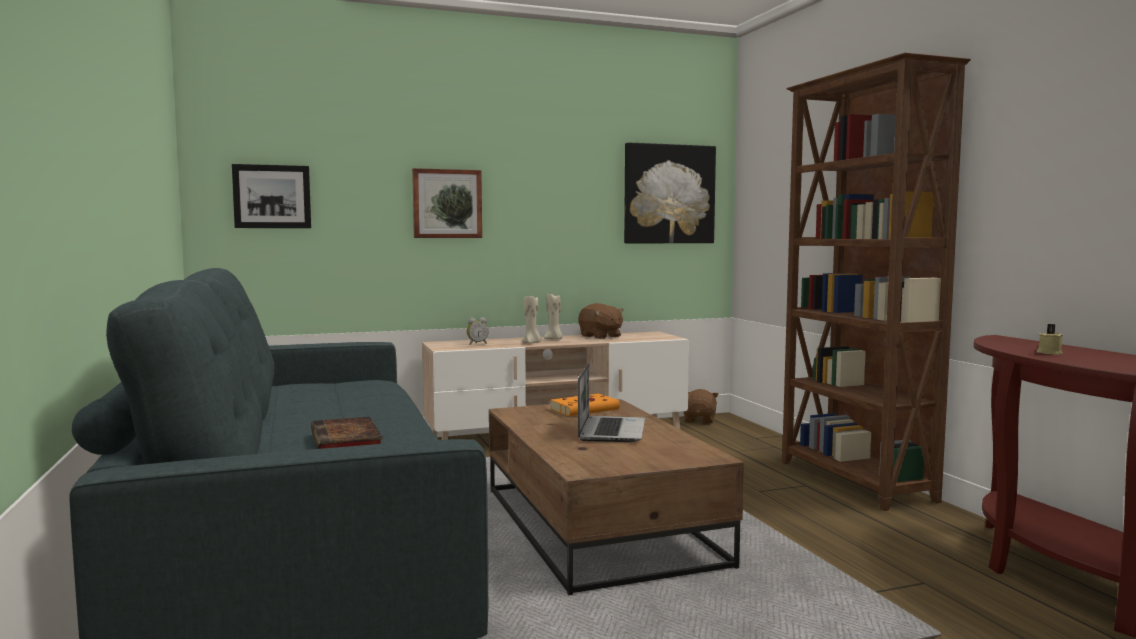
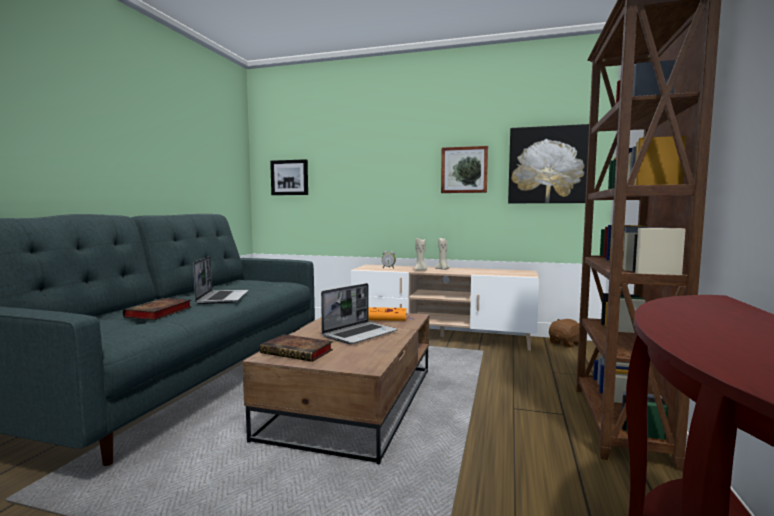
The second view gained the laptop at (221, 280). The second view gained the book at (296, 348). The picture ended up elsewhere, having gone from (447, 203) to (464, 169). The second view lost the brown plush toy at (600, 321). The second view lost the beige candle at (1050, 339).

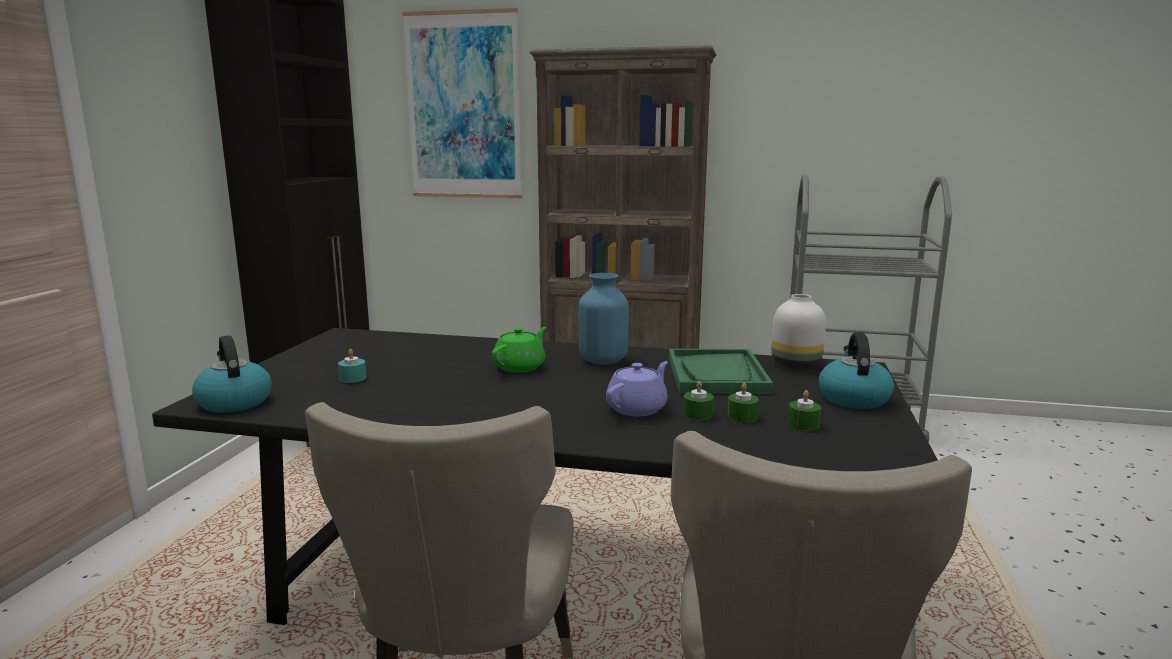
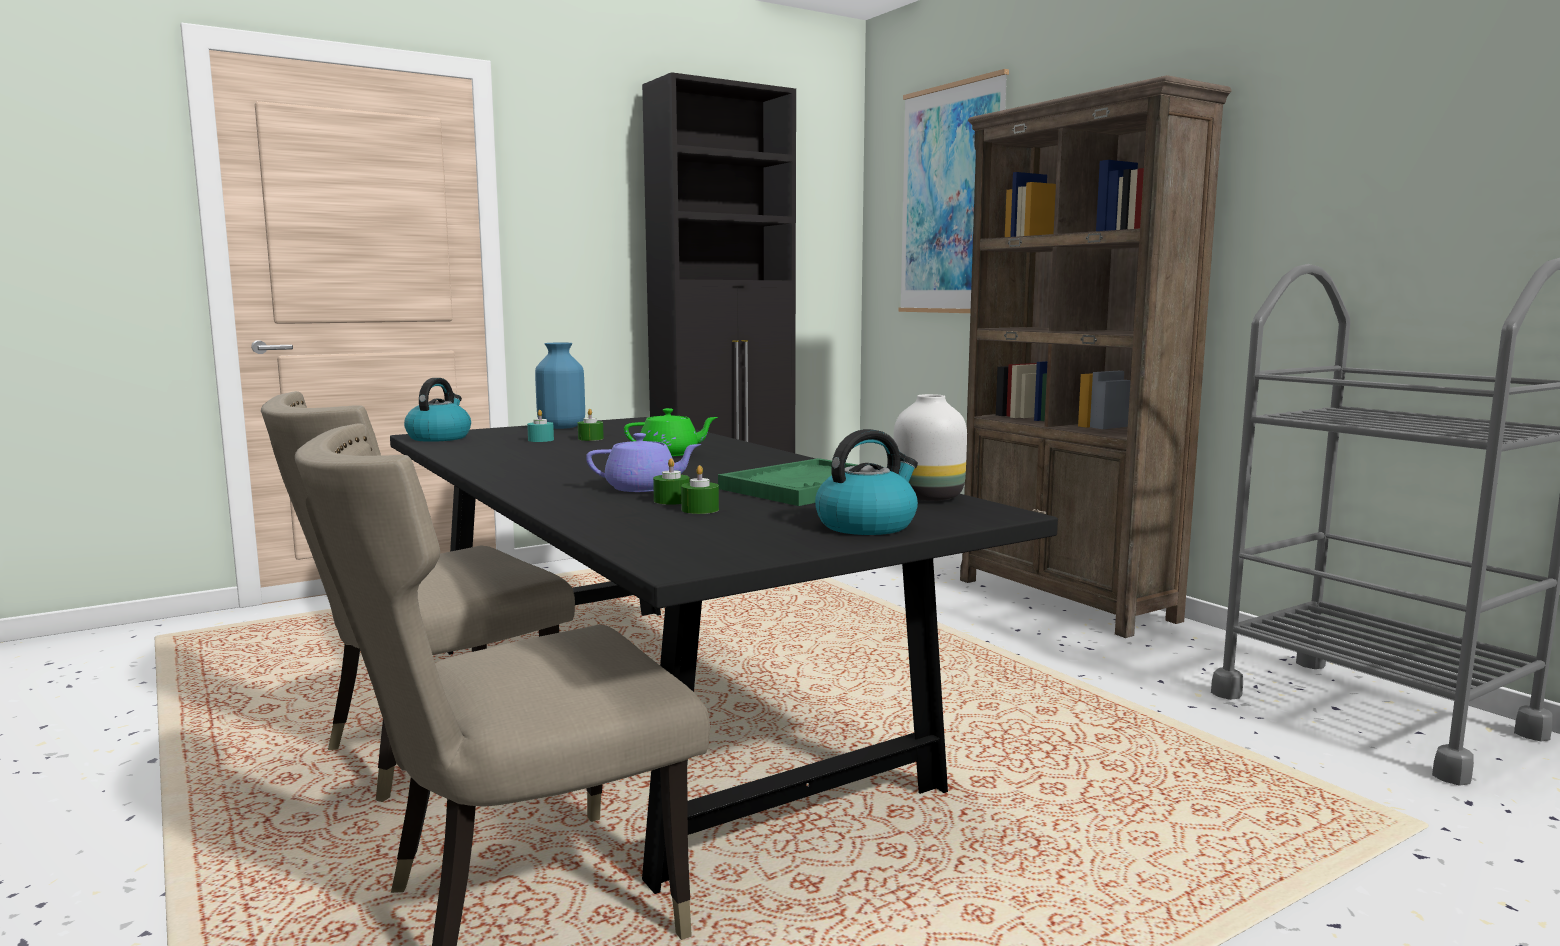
The blue vase ended up elsewhere, having gone from (604, 319) to (560, 385). The green candle ended up elsewhere, having gone from (804, 410) to (591, 425).

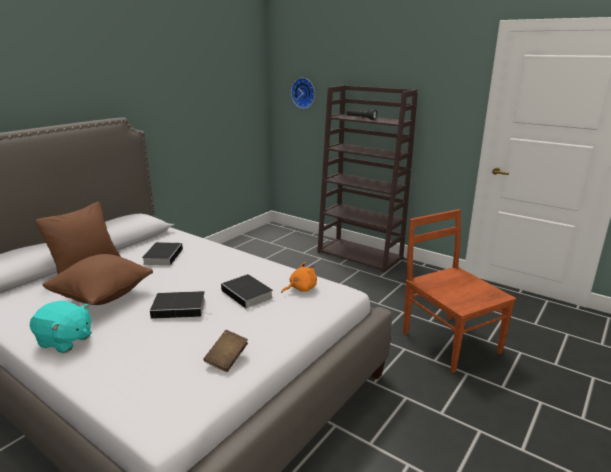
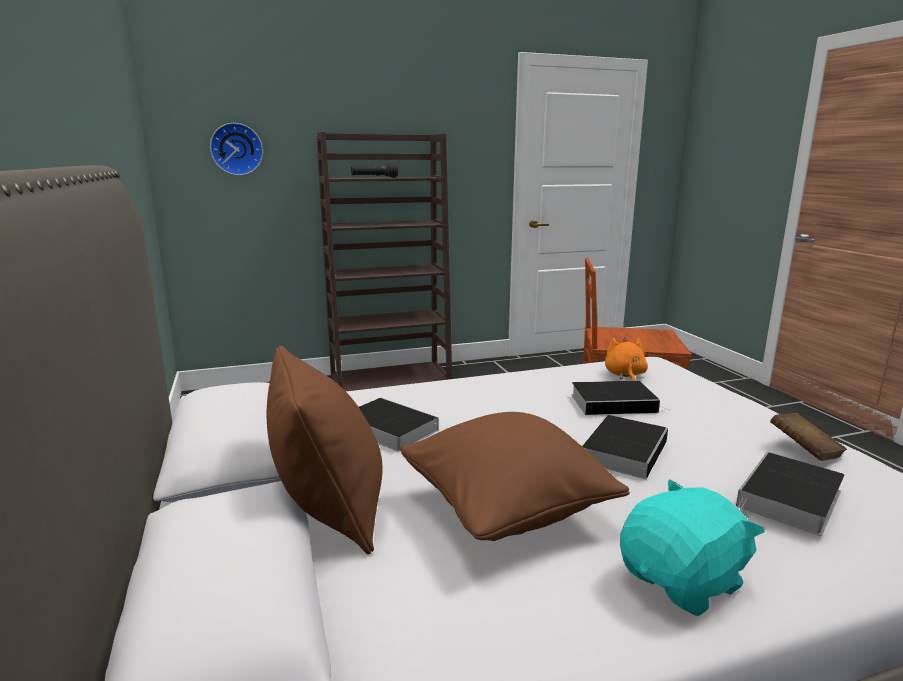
The second view gained the book at (790, 494).

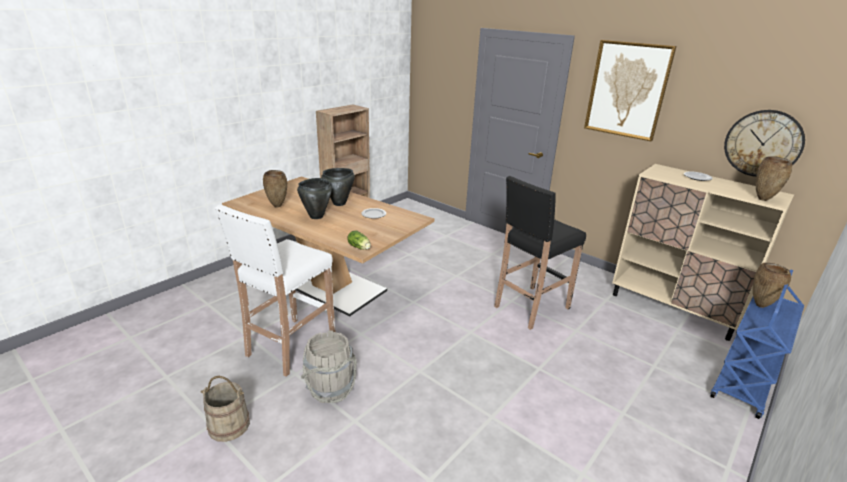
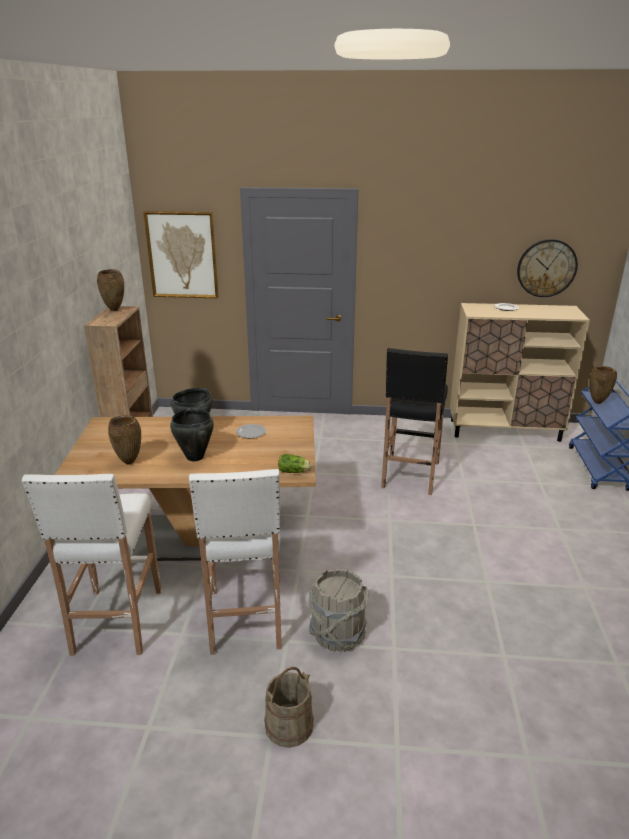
The second view gained the white stool at (92, 565). The brown vase ended up elsewhere, having gone from (774, 178) to (110, 290). The picture ended up elsewhere, having gone from (630, 90) to (181, 254).

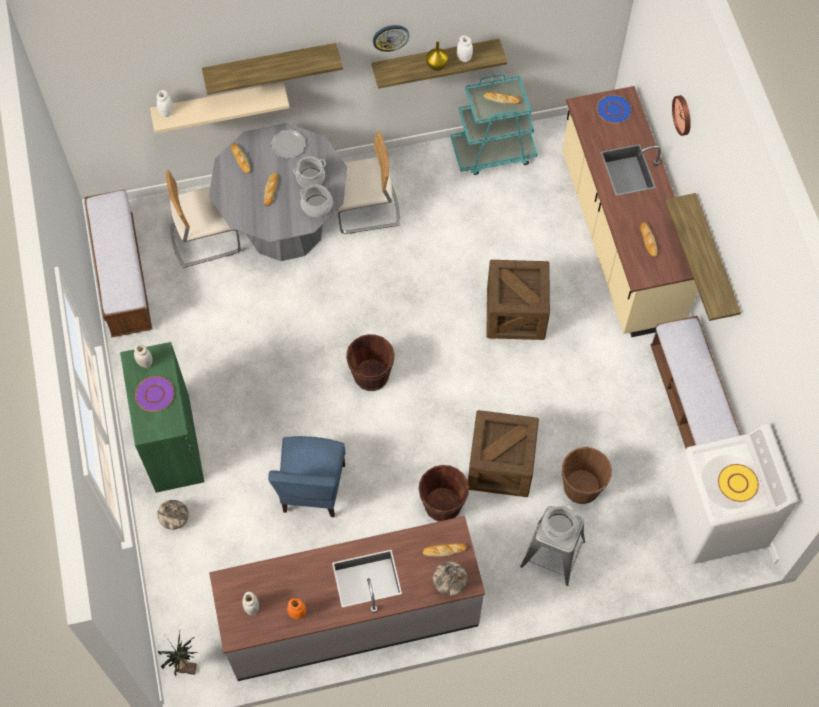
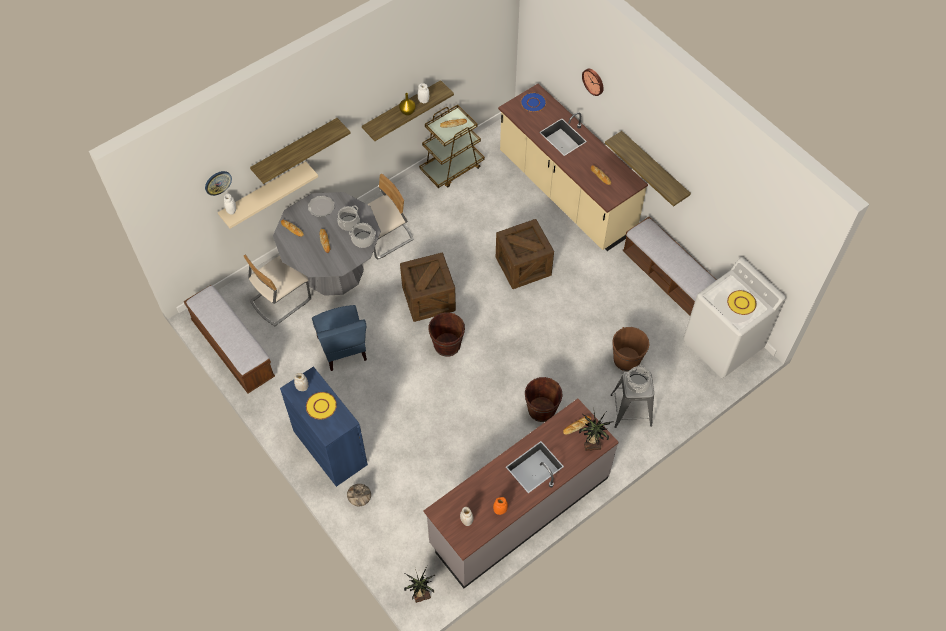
The wall clock ended up elsewhere, having gone from (391, 38) to (218, 183). What was the green cabinet at (162, 417) turned into the blue cabinet at (324, 426). What was the purple plate at (155, 394) turned into the yellow plate at (321, 406). The blue chair ended up elsewhere, having gone from (306, 476) to (339, 338). The crate ended up elsewhere, having gone from (503, 453) to (428, 287). What was the turquoise cart at (494, 124) turned into the brown cart at (452, 146). Where the vase stood at (450, 578), the potted plant came to stand at (596, 429).

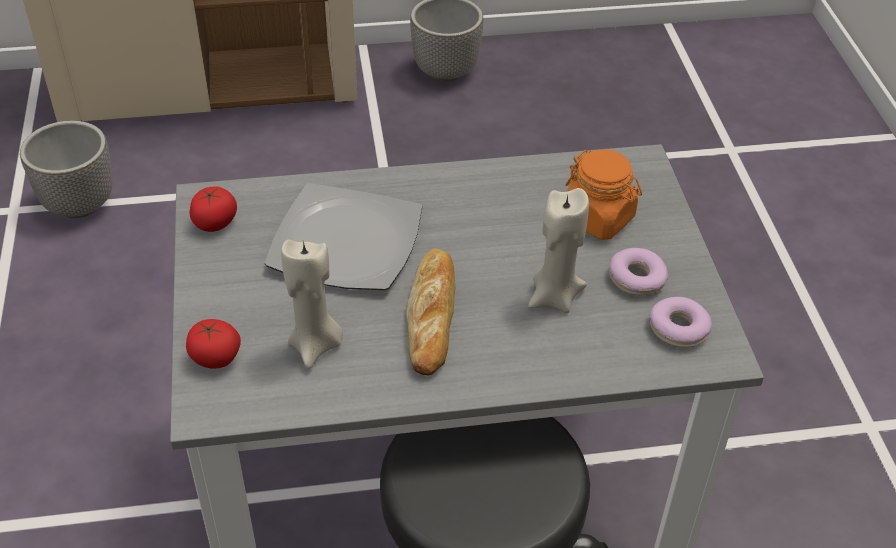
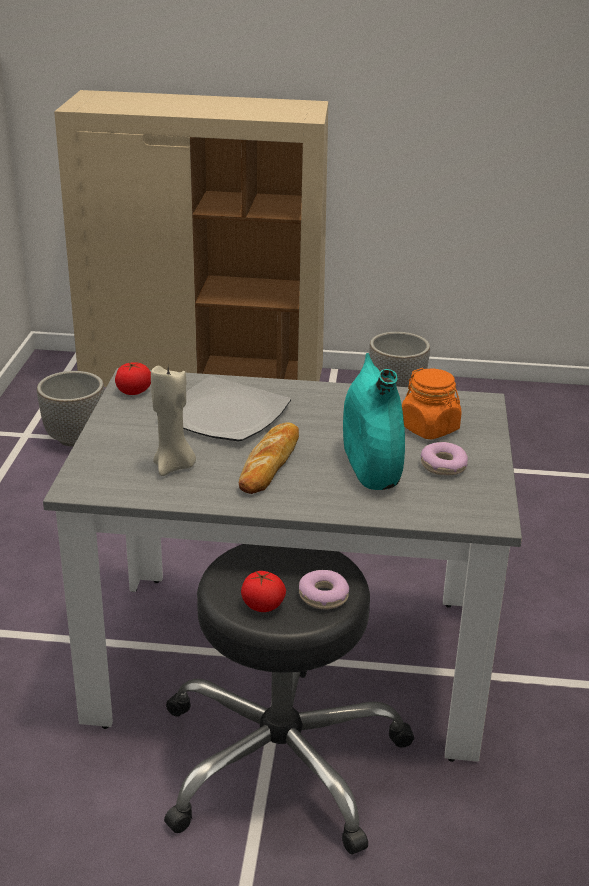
The tomato ended up elsewhere, having gone from (213, 344) to (263, 591). The donut ended up elsewhere, having gone from (680, 322) to (324, 589). Where the beige candle stood at (558, 250), the turquoise vase came to stand at (374, 421).

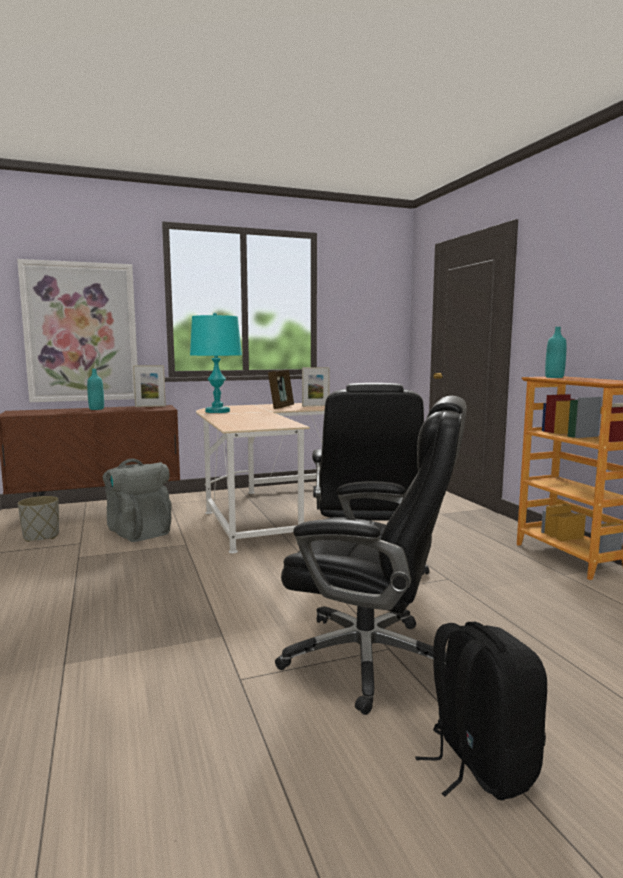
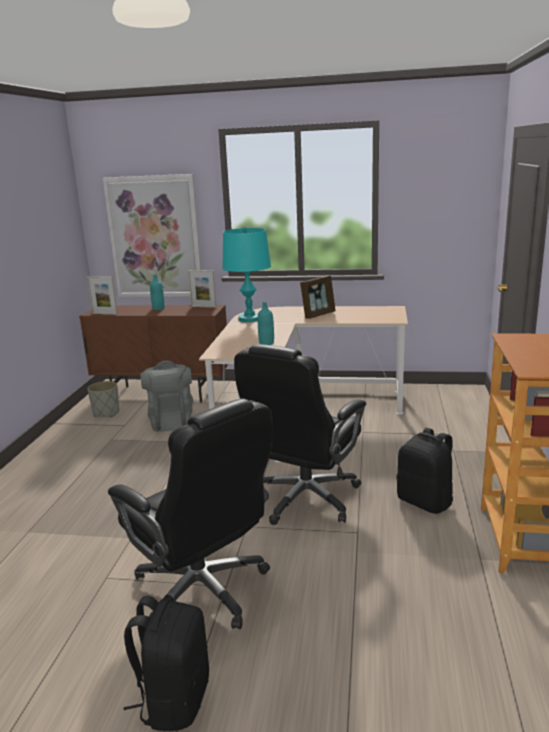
The picture frame ended up elsewhere, having gone from (316, 387) to (102, 295). The turquoise bottle ended up elsewhere, having gone from (556, 352) to (266, 323). The second view gained the black backpack at (425, 471).

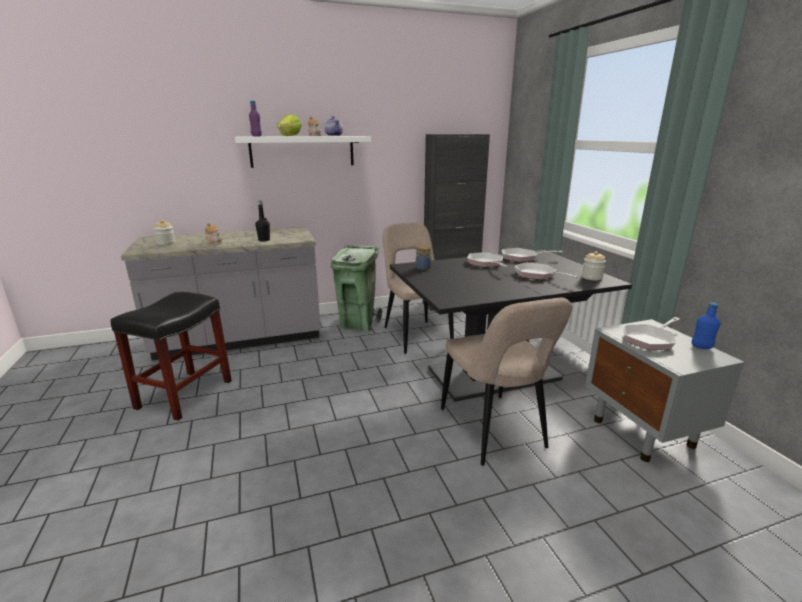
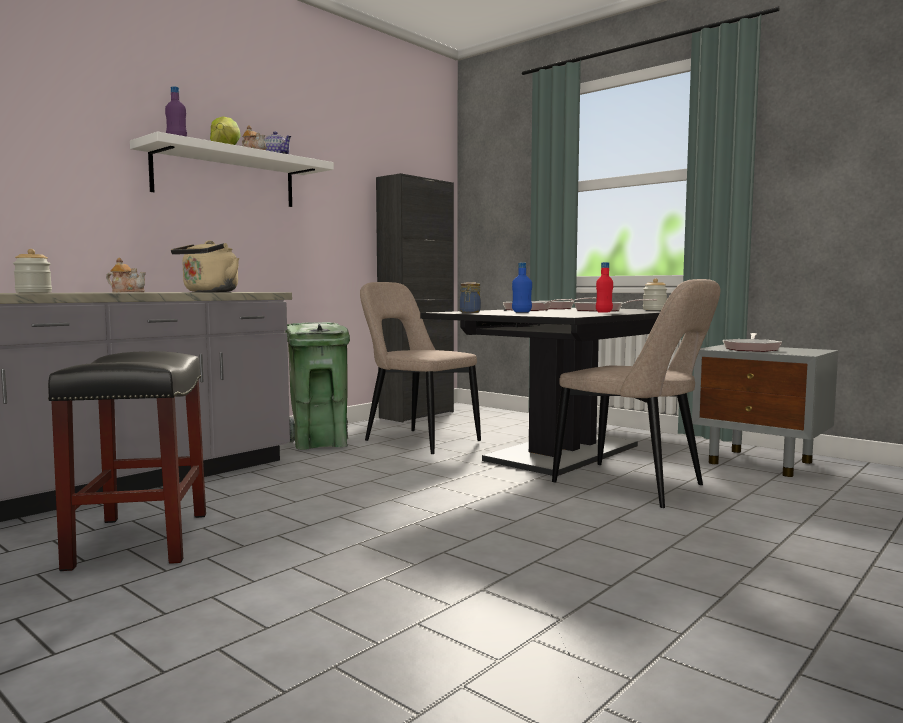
Where the black bottle stood at (262, 221), the beige kettle came to stand at (205, 266). The blue bottle ended up elsewhere, having gone from (706, 325) to (522, 287). The second view gained the red bottle at (604, 287).

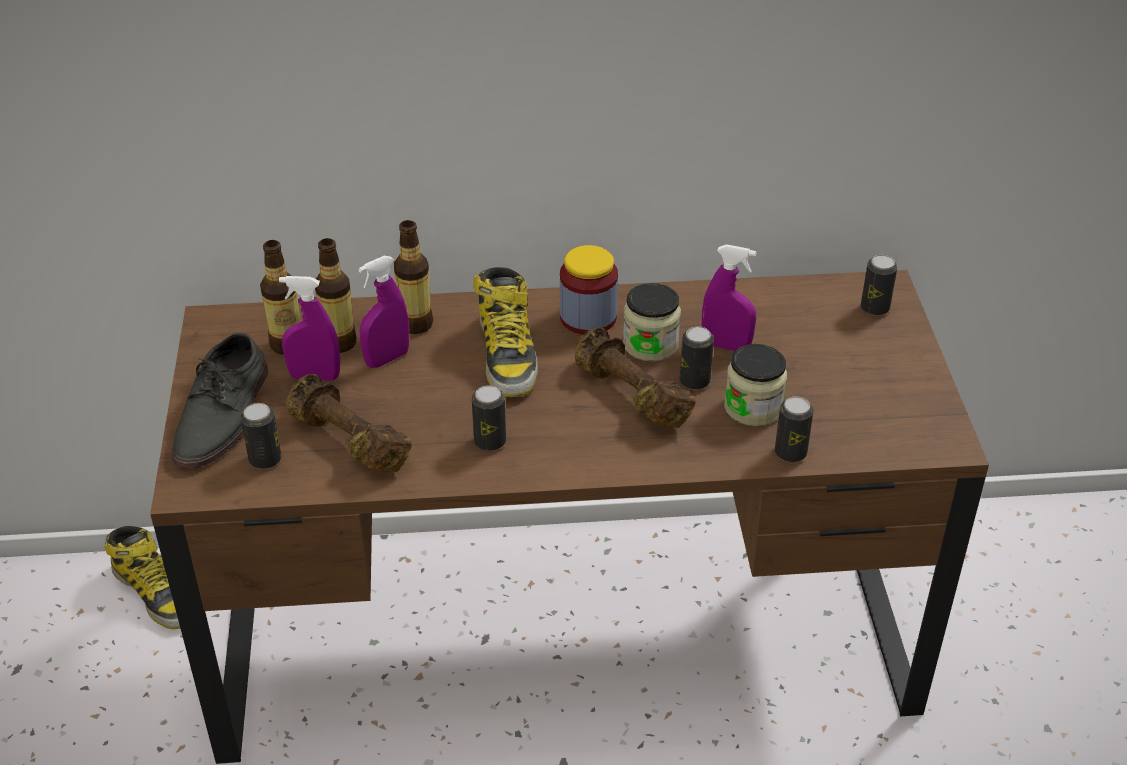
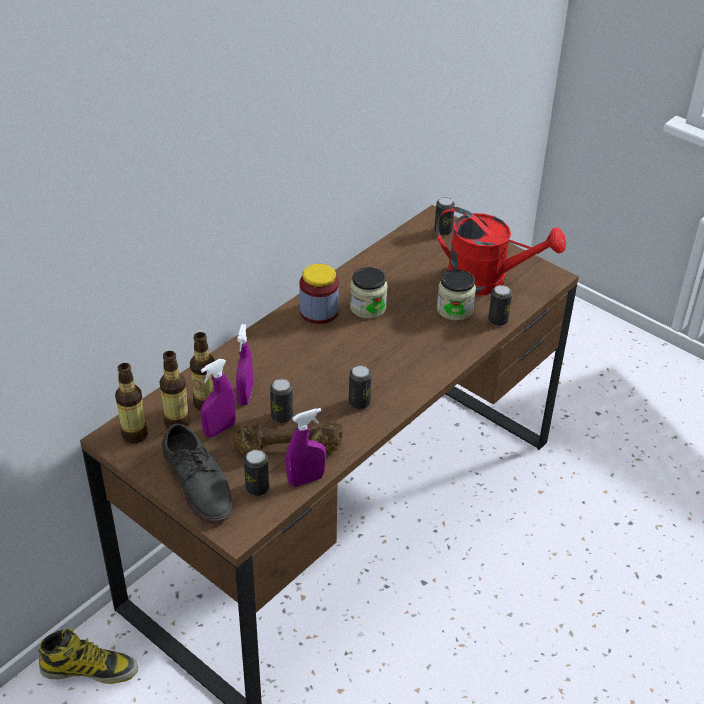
The bottle ended up elsewhere, having gone from (413, 277) to (131, 403). The can ended up elsewhere, having gone from (697, 358) to (281, 401). The purple spray bottle ended up elsewhere, having gone from (729, 297) to (306, 447). The second view gained the red watering can at (501, 251). The second view lost the boot at (505, 332). The second view lost the brown dumbbell at (635, 378).

